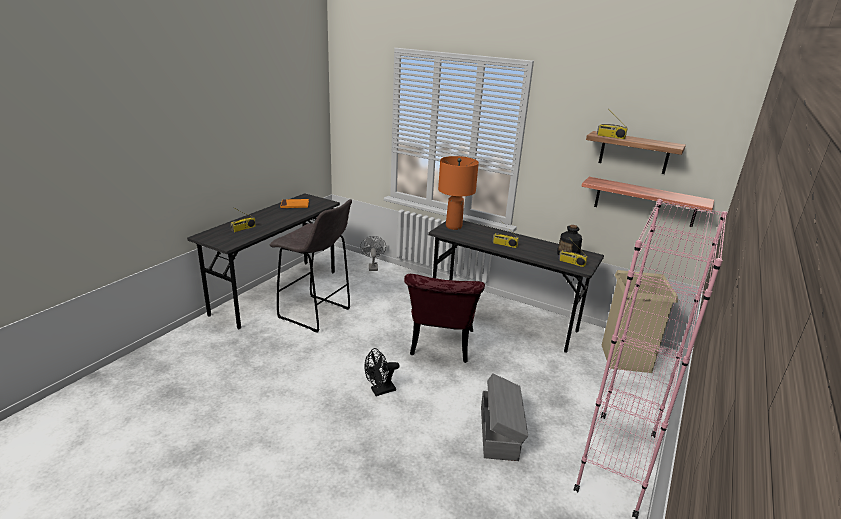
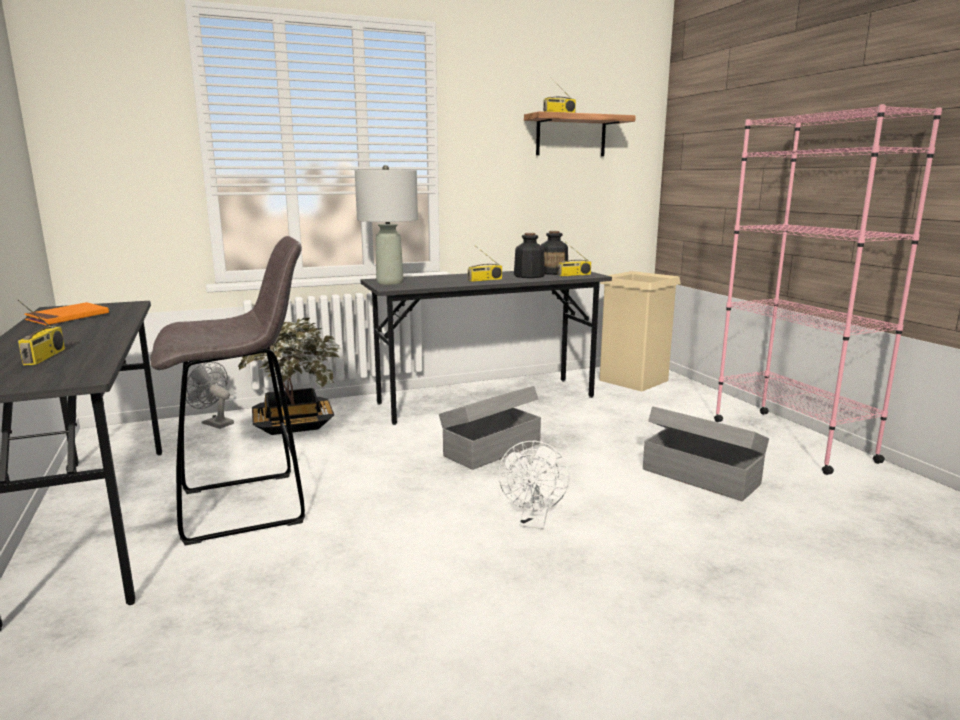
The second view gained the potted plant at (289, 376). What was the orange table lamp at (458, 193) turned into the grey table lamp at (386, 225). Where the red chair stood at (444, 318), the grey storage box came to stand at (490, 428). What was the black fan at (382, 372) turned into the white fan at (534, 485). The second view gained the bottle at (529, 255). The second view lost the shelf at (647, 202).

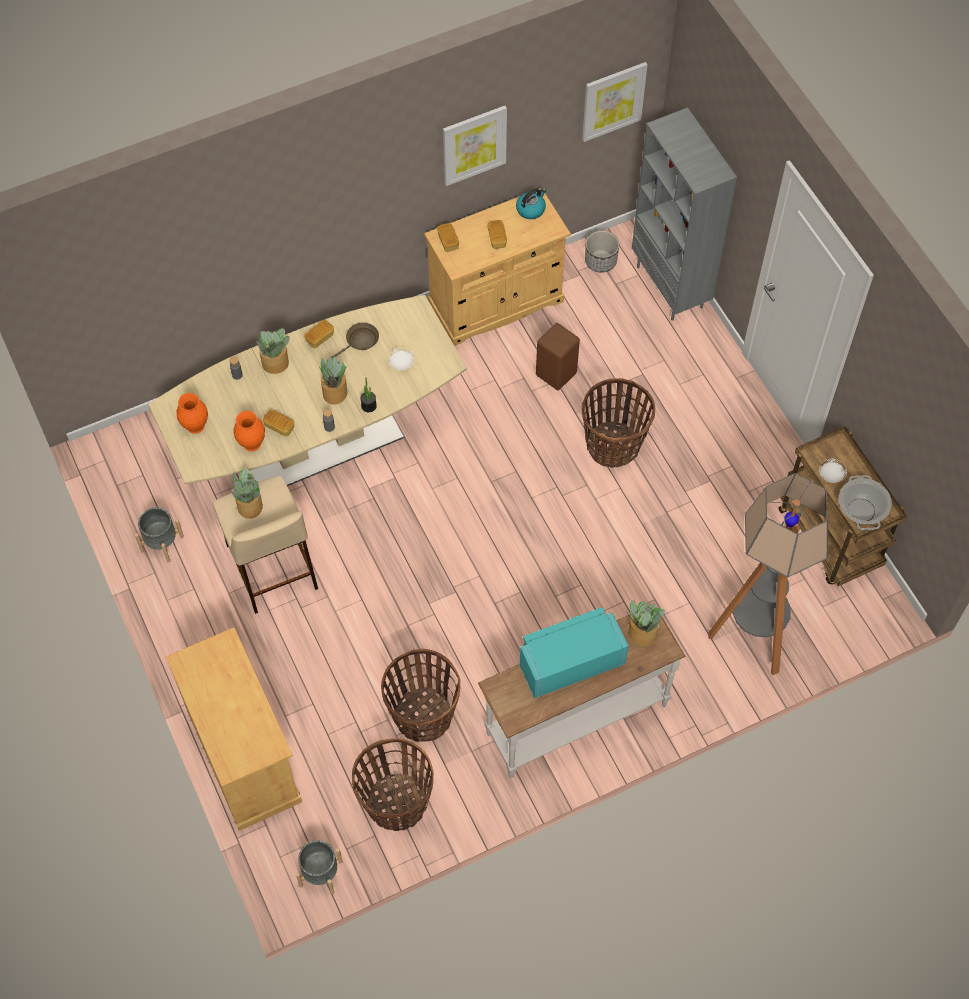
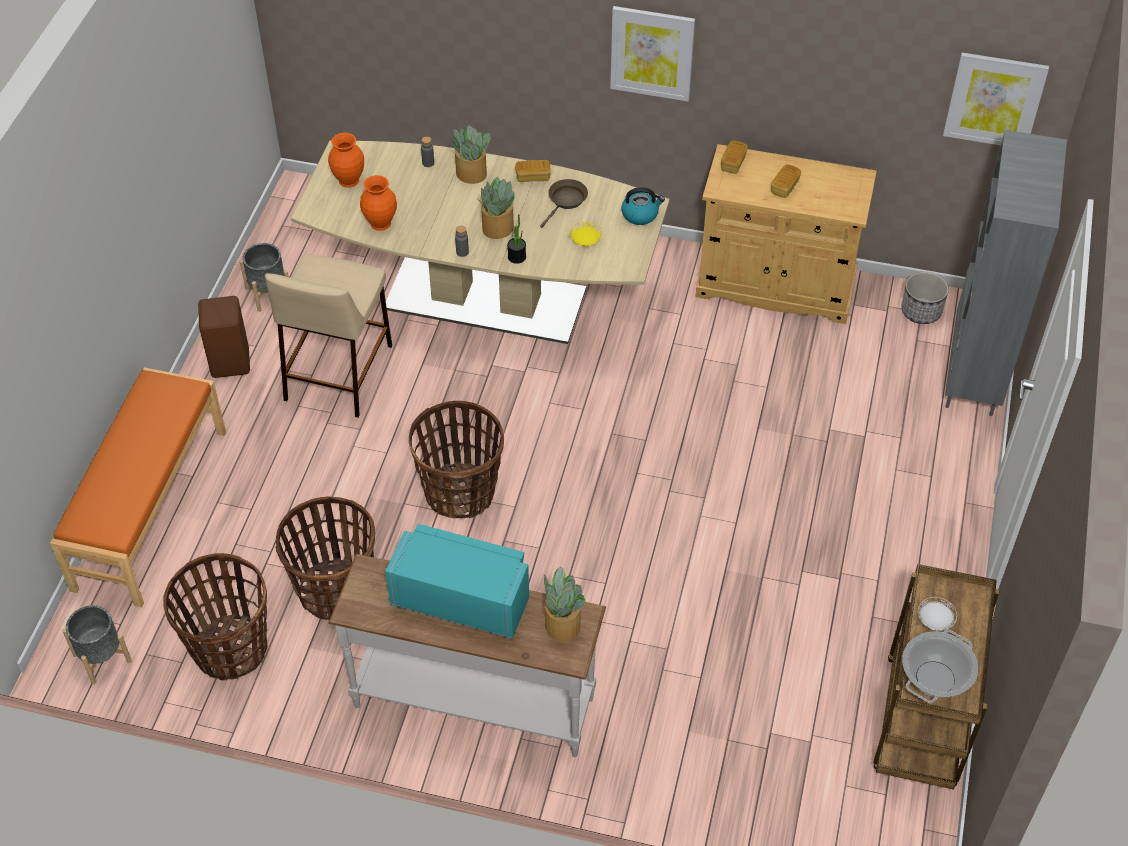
Where the beige cabinet stood at (234, 729), the orange bench came to stand at (138, 487). The brown stool ended up elsewhere, having gone from (558, 356) to (224, 337). The basket ended up elsewhere, having gone from (618, 423) to (456, 460). The brown frying pan at (354, 340) ended up facing another way, 60 degrees counterclockwise from before. What was the white plate at (401, 358) turned into the yellow plate at (586, 234). The picture ended up elsewhere, having gone from (475, 146) to (652, 53). The kettle ended up elsewhere, having gone from (531, 203) to (643, 206). The second view lost the potted plant at (247, 493). The second view lost the bread at (278, 422). The second view lost the floor lamp at (768, 574).

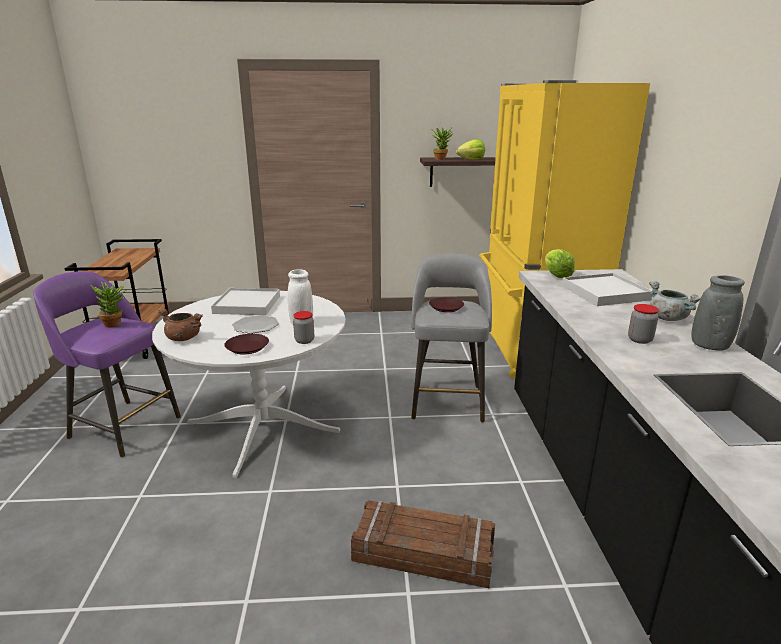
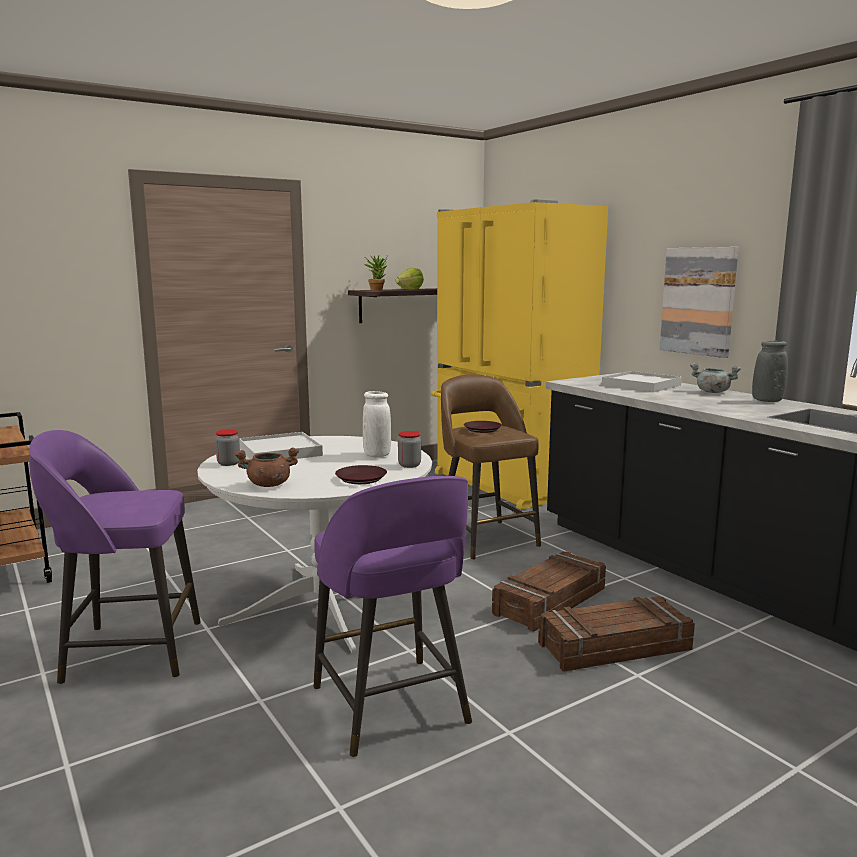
The jar ended up elsewhere, having gone from (643, 324) to (227, 447). The second view gained the purple stool at (393, 616). What was the grey stool at (451, 338) turned into the brown stool at (491, 467). The second view gained the crate at (549, 591). The second view gained the picture at (699, 302). The second view lost the potted plant at (109, 305). The second view lost the plate at (256, 324). The second view lost the lettuce at (560, 263).

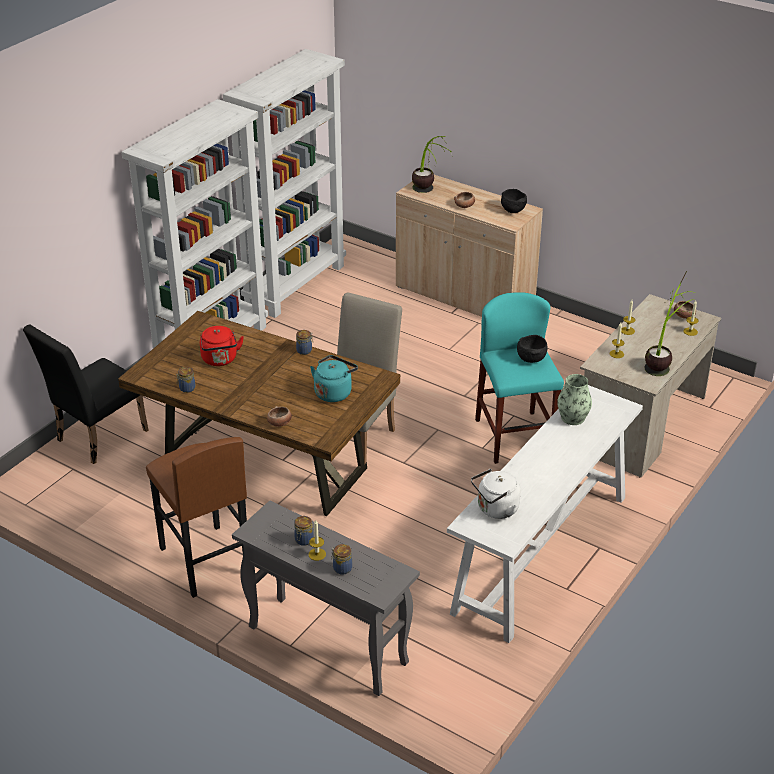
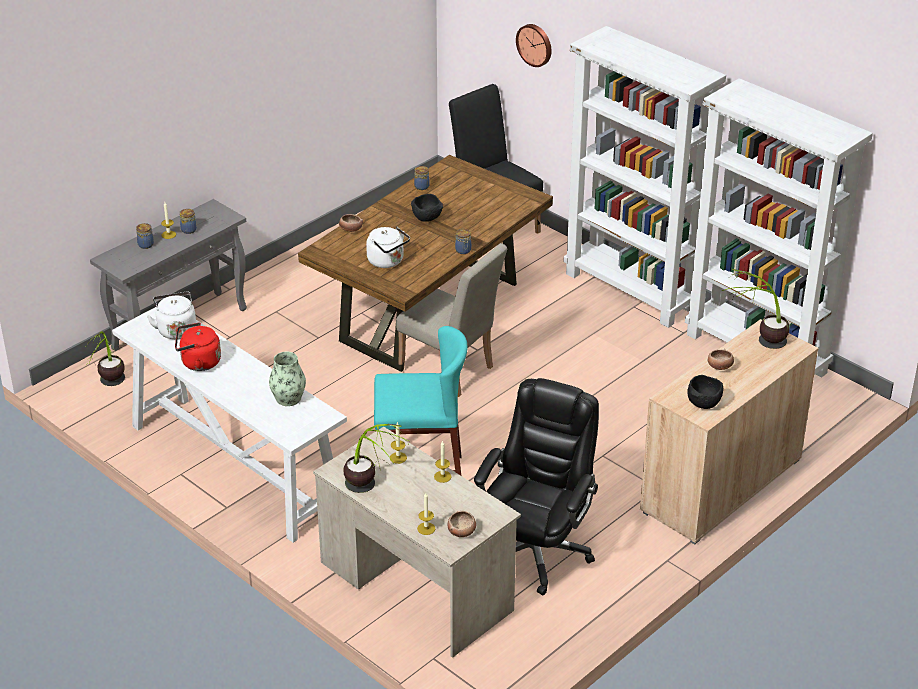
The second view gained the potted plant at (105, 358). The red kettle ended up elsewhere, having gone from (222, 346) to (198, 346). What was the turquoise kettle at (334, 378) turned into the white kettle at (388, 247). The black bowl ended up elsewhere, having gone from (532, 349) to (427, 208). The second view gained the black office chair at (536, 487). The second view gained the wall clock at (534, 45). The second view lost the brown stool at (196, 517).

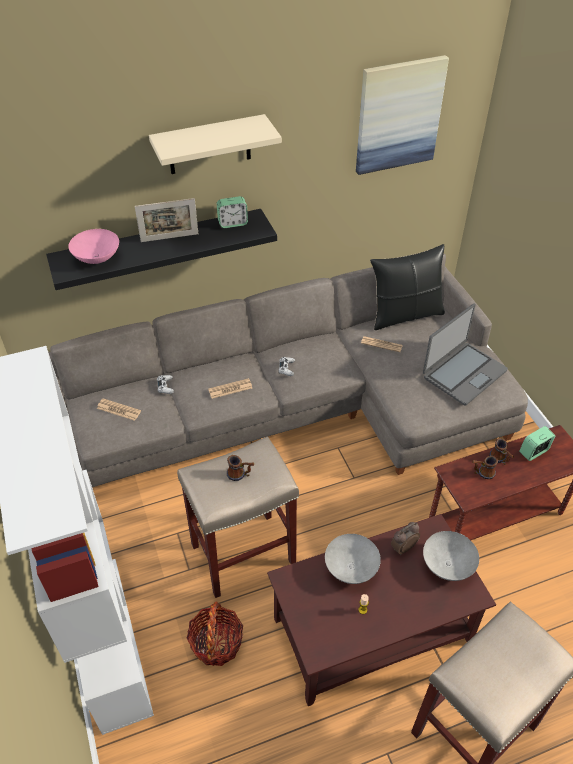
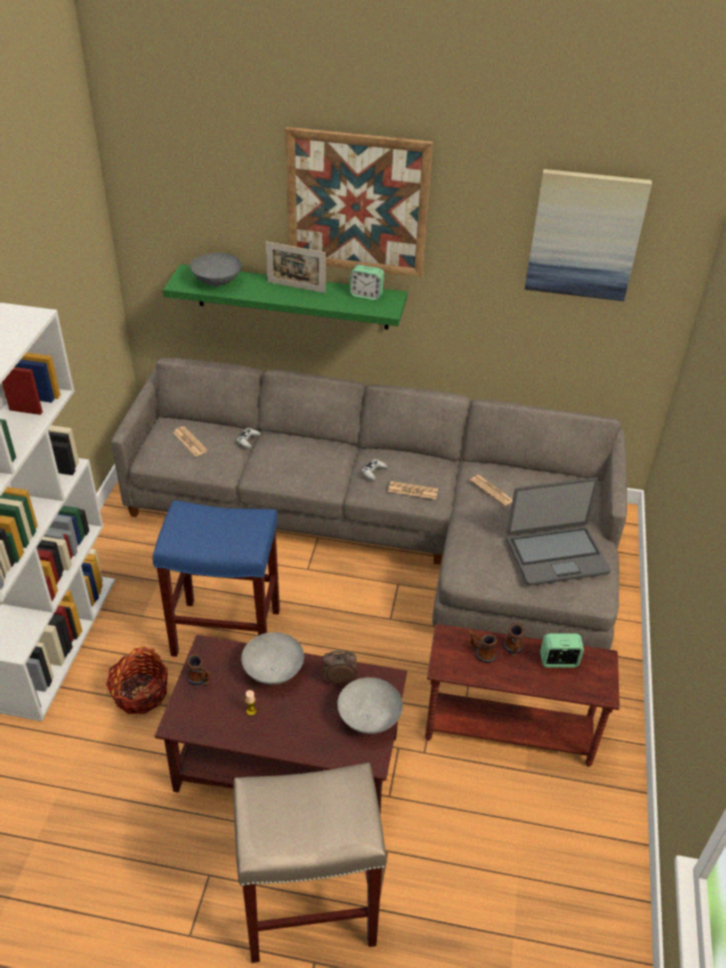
What was the beige stool at (238, 517) turned into the blue stool at (216, 578). What was the black shelf at (161, 249) turned into the green shelf at (285, 296). The mug ended up elsewhere, having gone from (240, 468) to (198, 670). What was the pink bowl at (93, 246) turned into the grey bowl at (216, 269). Where the beige shelf hung at (215, 144), the picture came to hang at (359, 202). The newspaper ended up elsewhere, having gone from (230, 388) to (413, 490). The second view lost the black pillow at (407, 287).

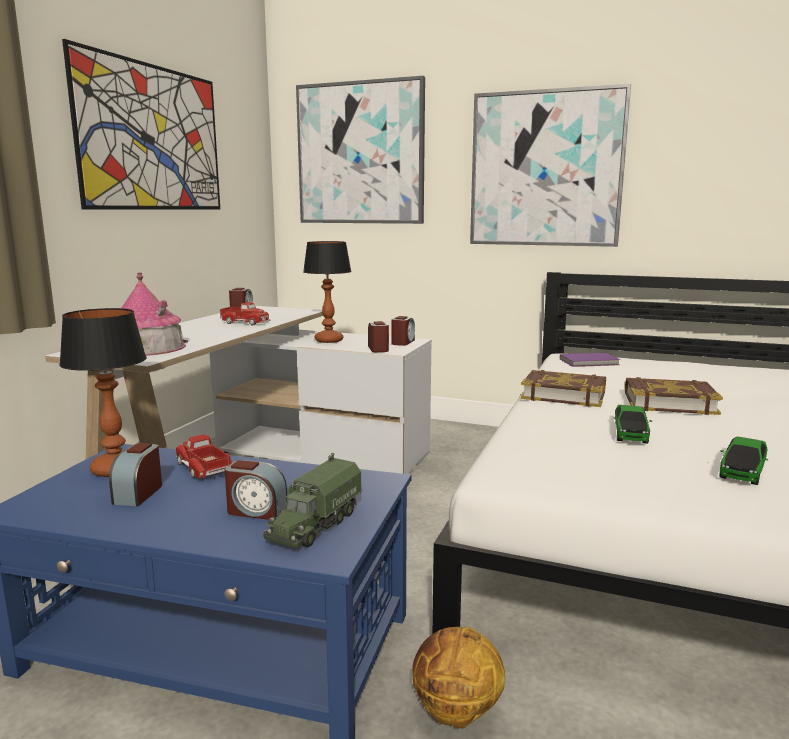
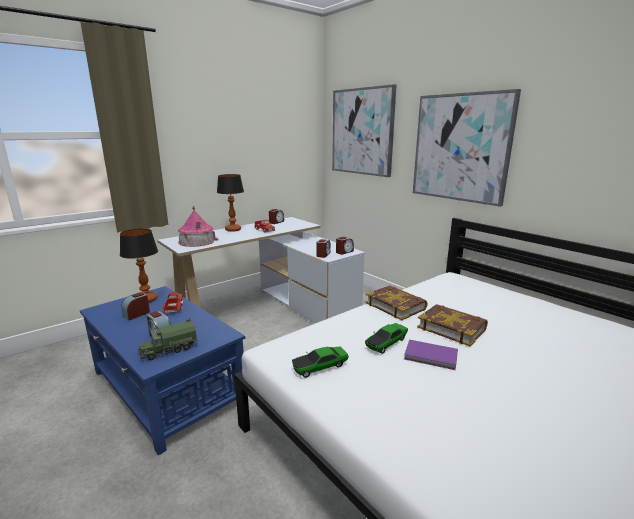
The table lamp ended up elsewhere, having gone from (327, 292) to (230, 203). The toy car ended up elsewhere, having gone from (743, 461) to (320, 362). The purple book ended up elsewhere, having gone from (590, 360) to (431, 355). The second view lost the picture at (141, 124). The second view lost the basketball at (458, 677).

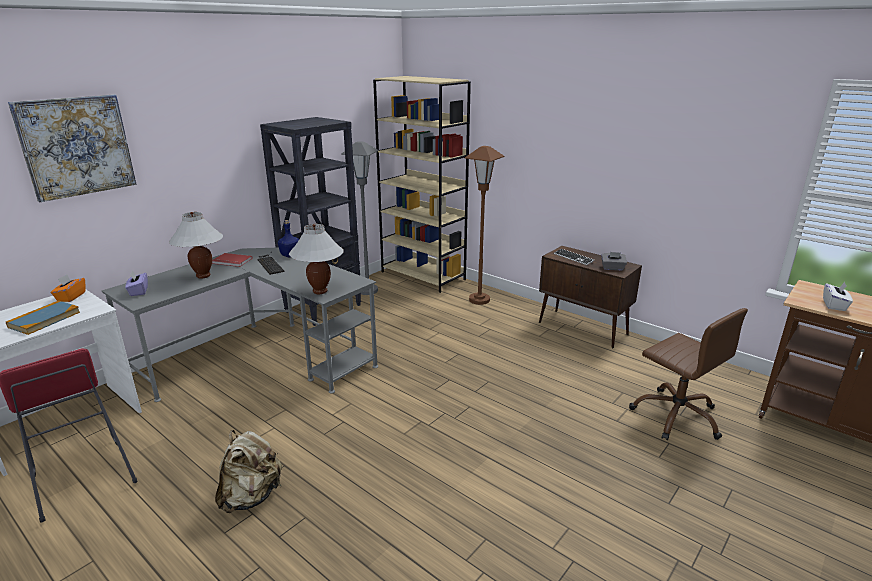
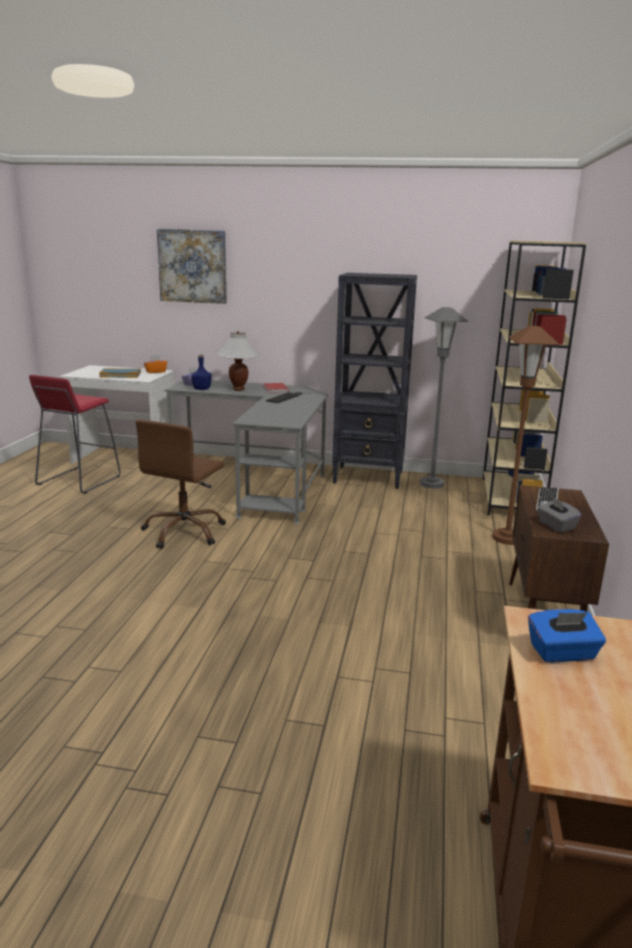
The brown office chair ended up elsewhere, having gone from (688, 374) to (181, 484). The blue bottle ended up elsewhere, having gone from (288, 238) to (201, 372). What was the white tissue box at (838, 296) turned into the blue tissue box at (567, 635). The second view lost the beige backpack at (248, 471). The second view lost the white table lamp at (316, 259).

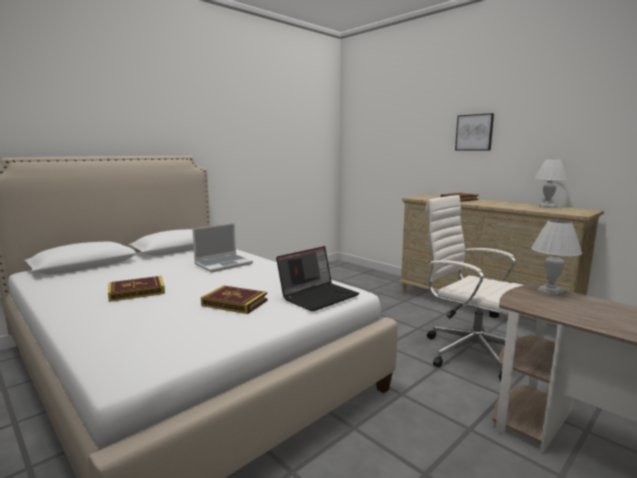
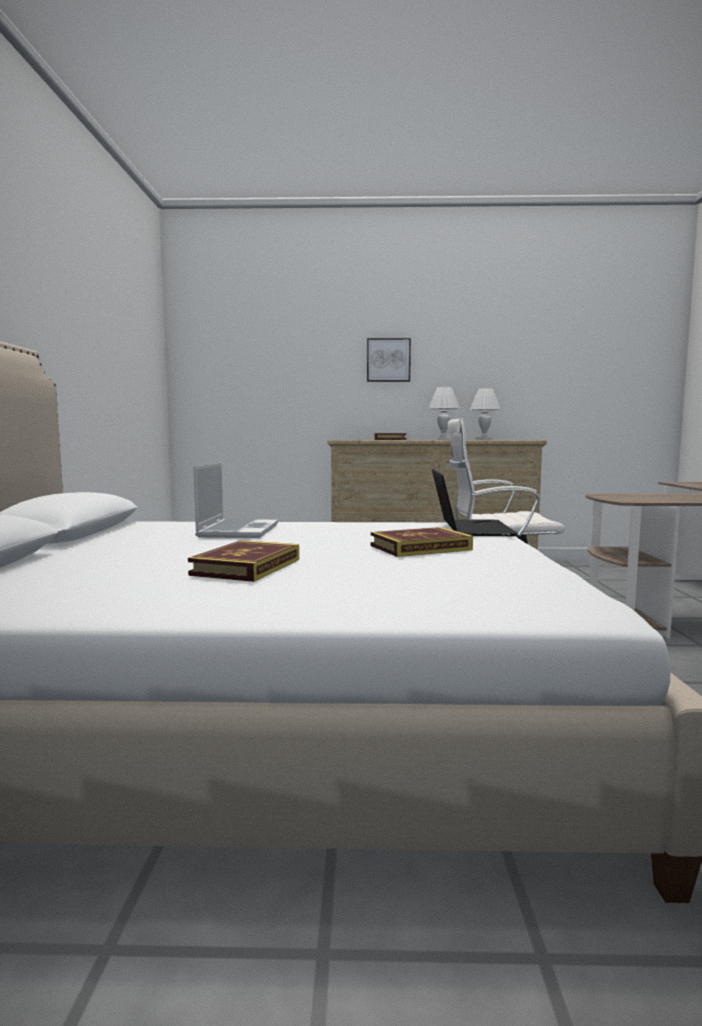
The white table lamp ended up elsewhere, having gone from (556, 258) to (444, 413).

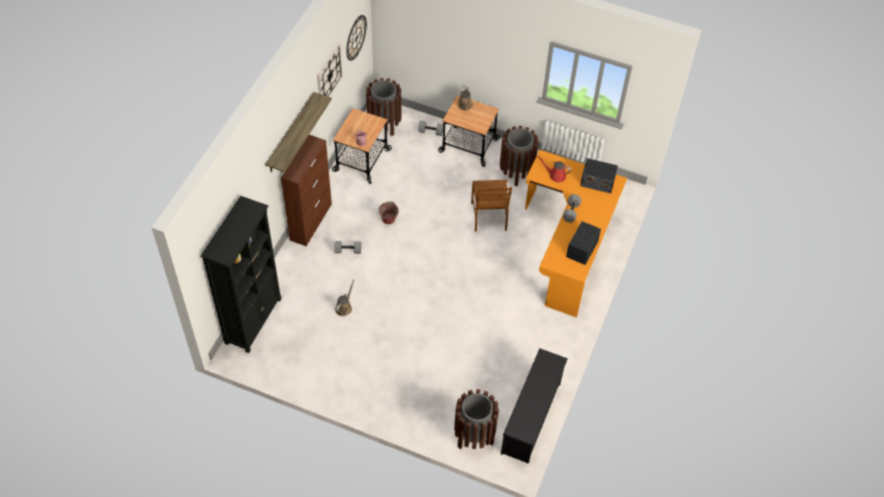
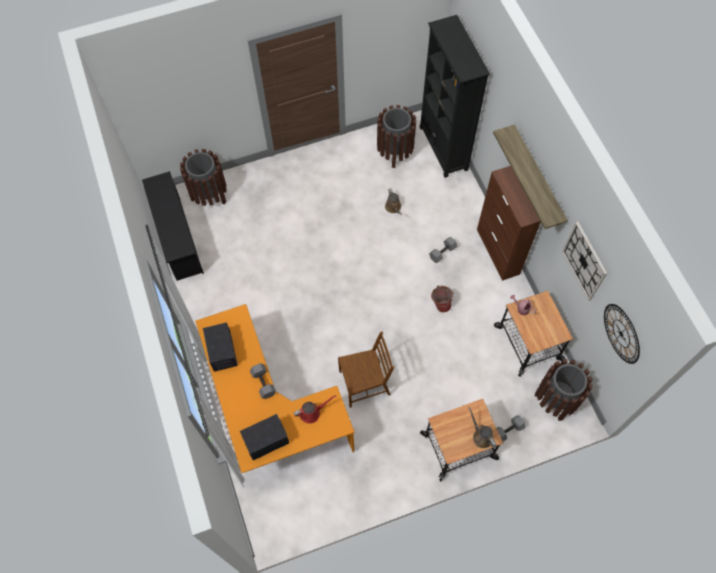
The brown chair at (491, 206) ended up facing another way, 120 degrees clockwise from before. The brown trash can ended up elsewhere, having gone from (519, 156) to (396, 136).

